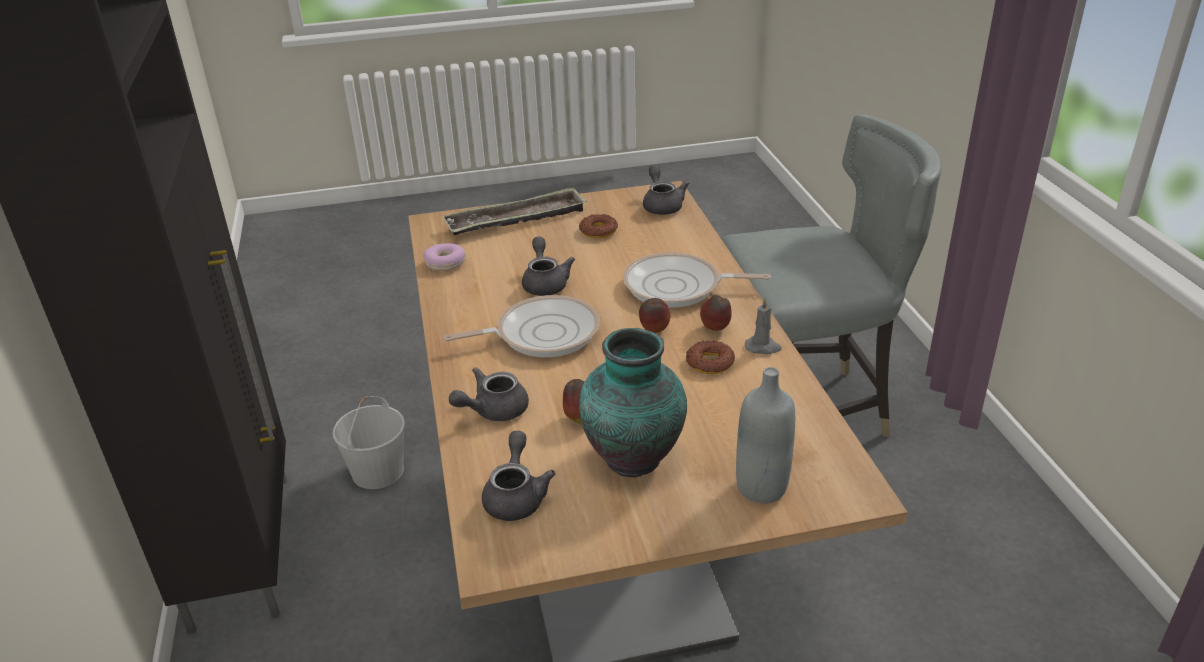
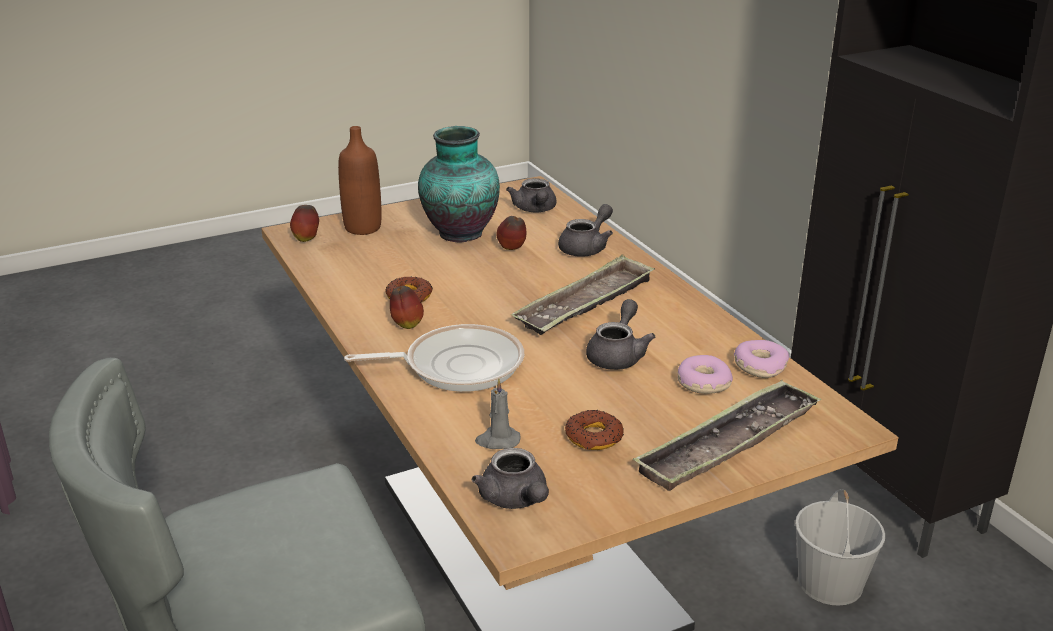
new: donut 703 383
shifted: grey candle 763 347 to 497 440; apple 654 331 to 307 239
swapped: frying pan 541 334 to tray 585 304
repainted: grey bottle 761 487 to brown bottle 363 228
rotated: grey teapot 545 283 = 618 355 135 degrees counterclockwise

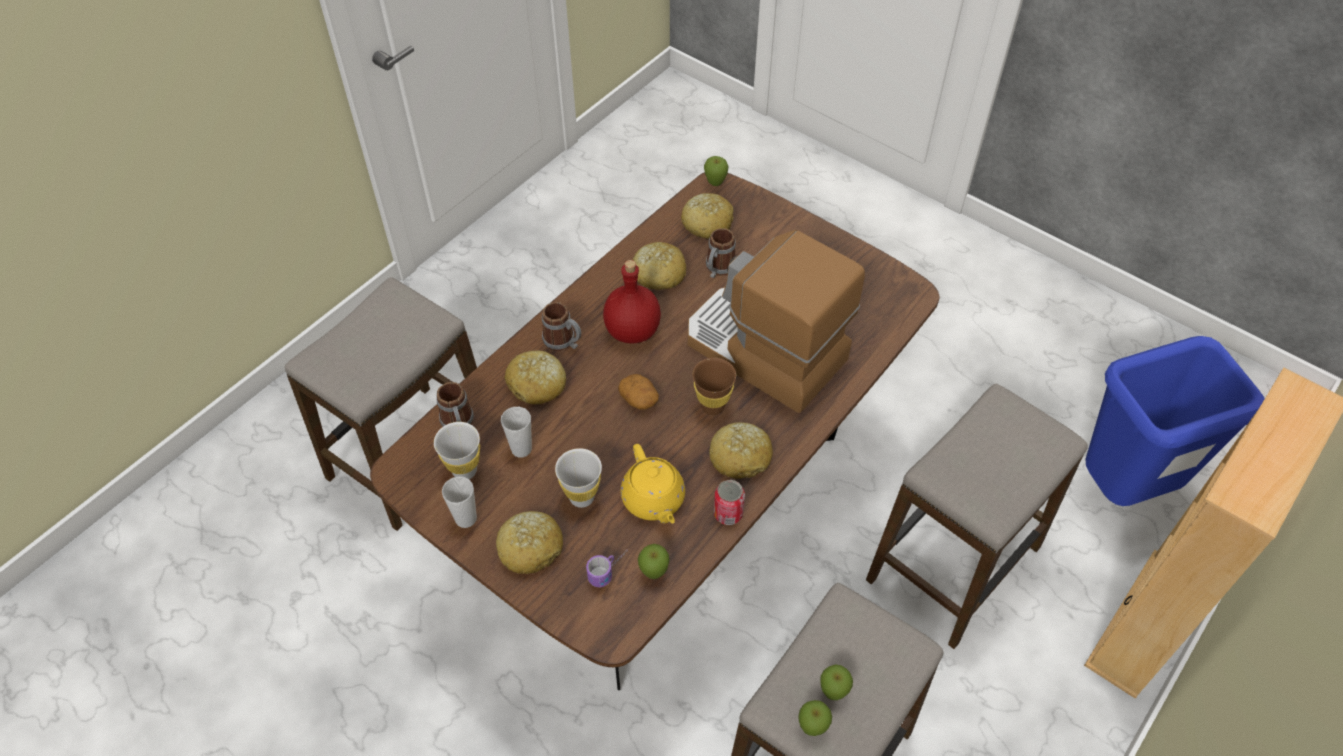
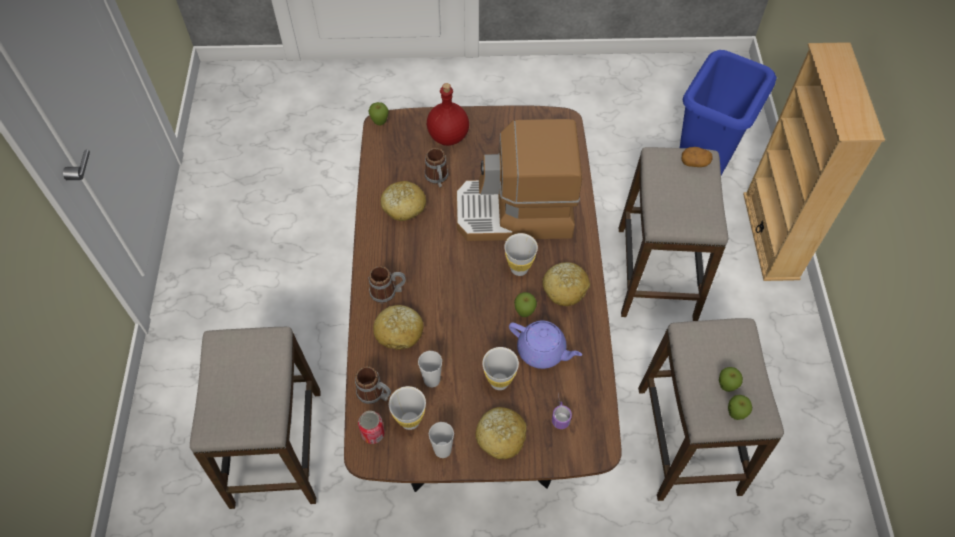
gone: bread 707 223
shifted: red bottle 633 331 to 449 136; potato 639 399 to 695 162; can 728 513 to 373 433; apple 654 573 to 524 313
repainted: brown cup 712 406 to white cup 519 268; yellow teapot 653 500 to purple teapot 542 351

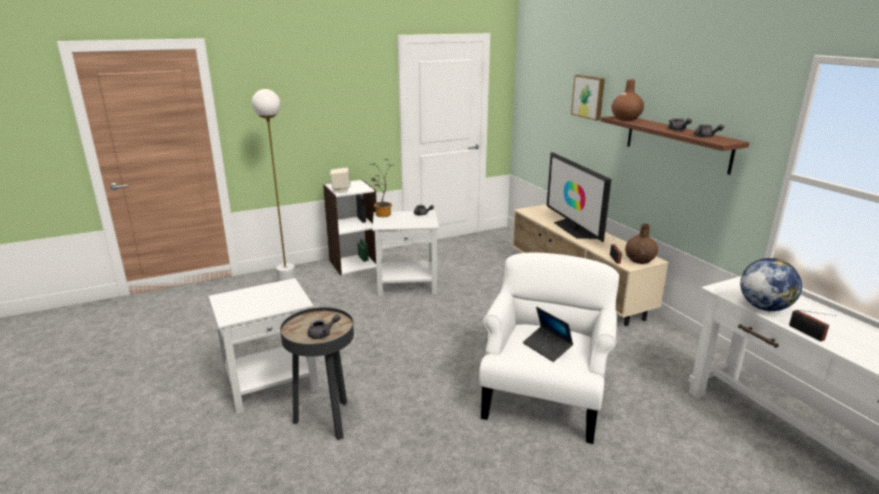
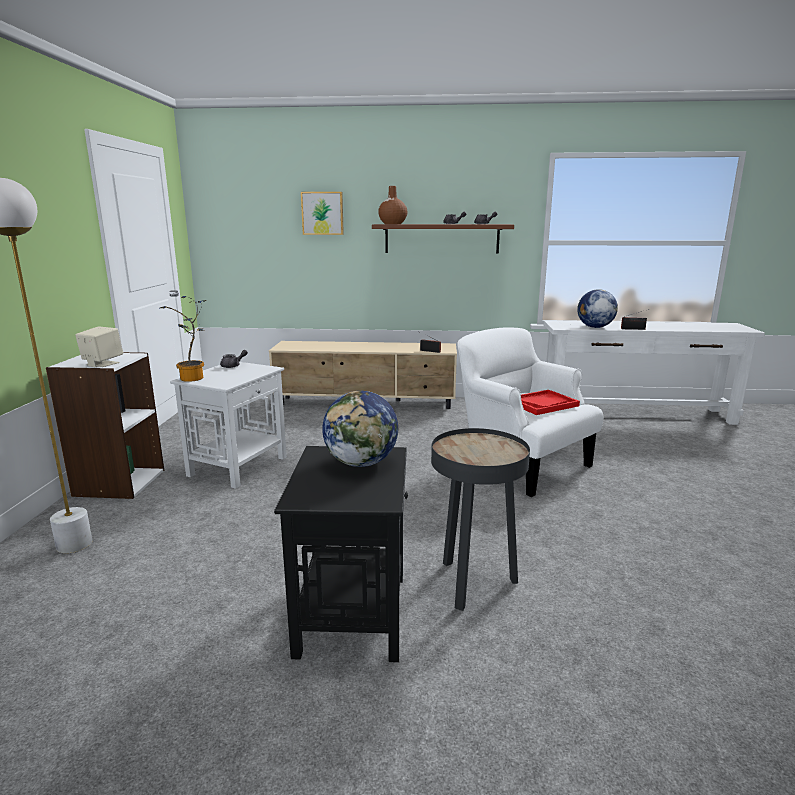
gone: television 573 229; brown vase 640 260; grey teapot 323 334
new: globe 361 463
swapped: laptop 547 348 to red tray 542 404
repainted: white side table 273 384 to black side table 352 612

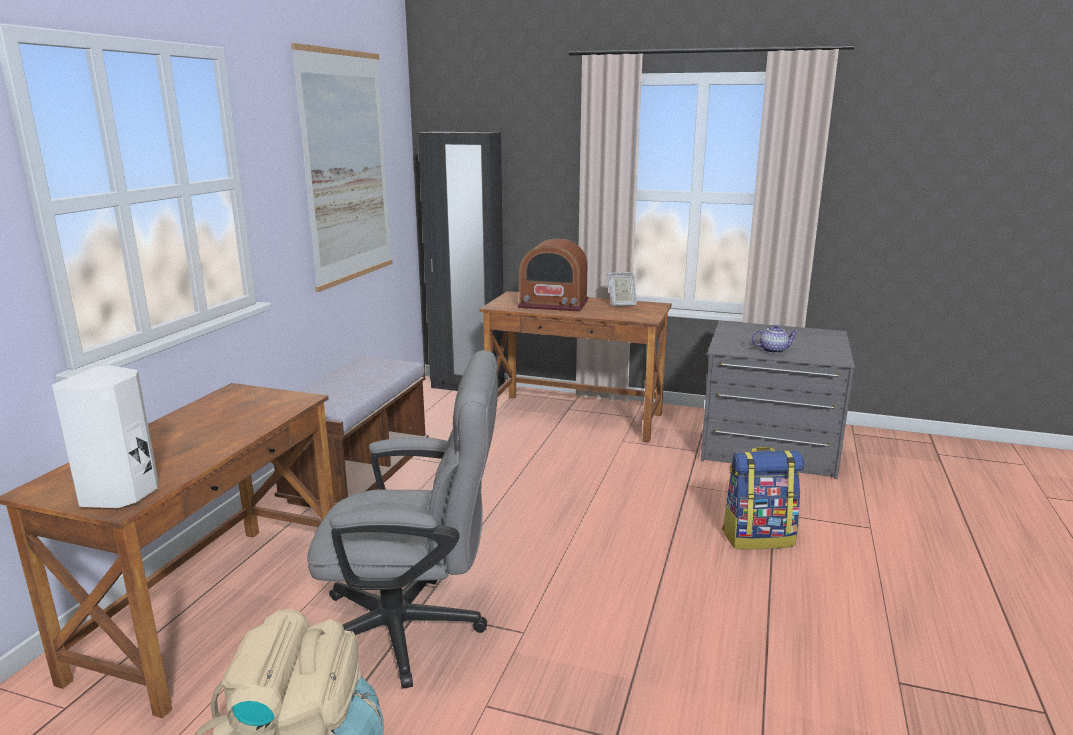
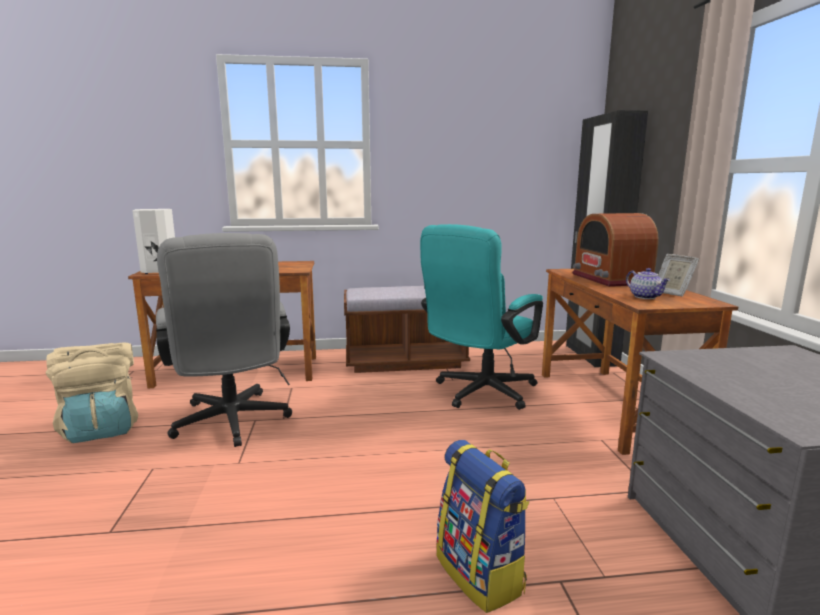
gone: picture 347 168
new: turquoise office chair 479 393
shifted: teapot 773 350 to 645 297

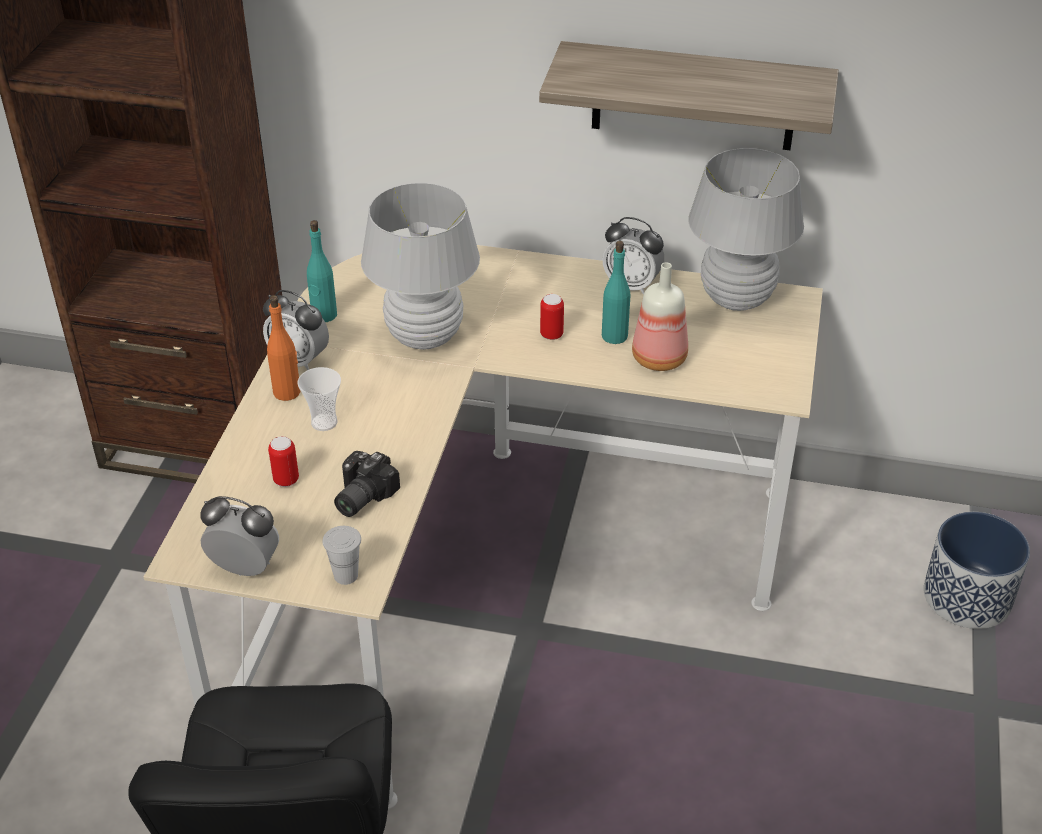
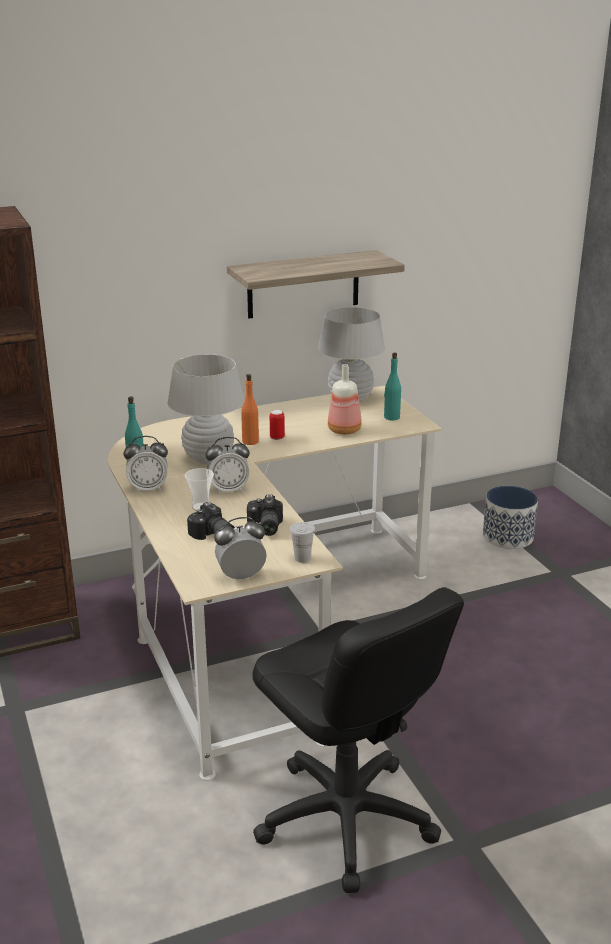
shifted: alarm clock 631 285 to 228 490; turquoise bottle 614 336 to 391 417; orange bottle 287 392 to 250 441
swapped: can 286 480 to photo camera 212 535

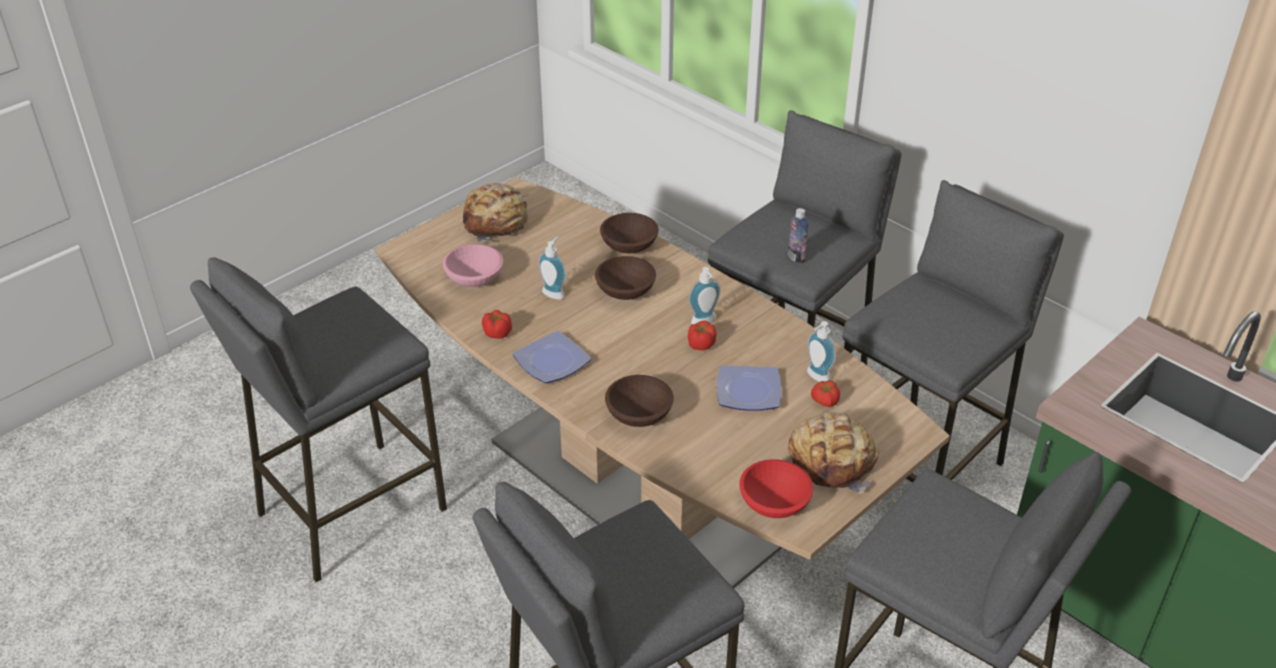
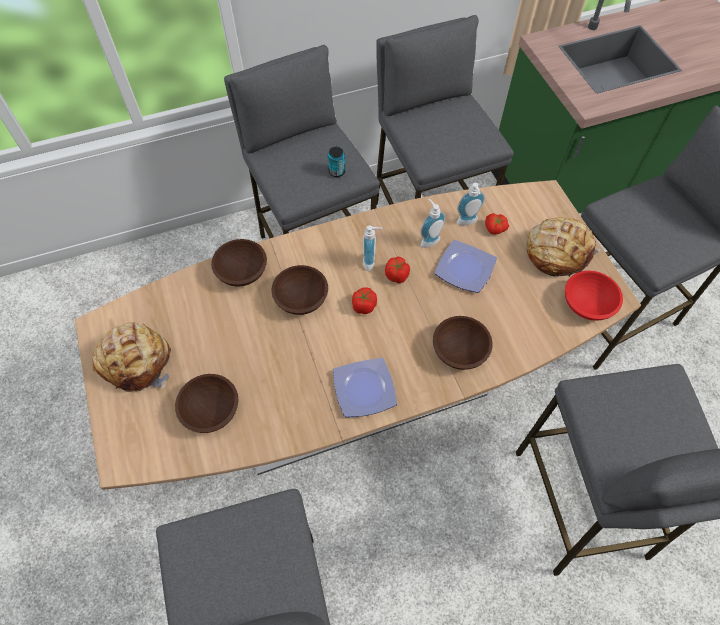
shifted: soap dispenser 555 292 to 428 240; tomato 497 333 to 364 306
swapped: bottle 796 257 to can 337 172
repainted: pink bowl 475 278 to brown bowl 211 409

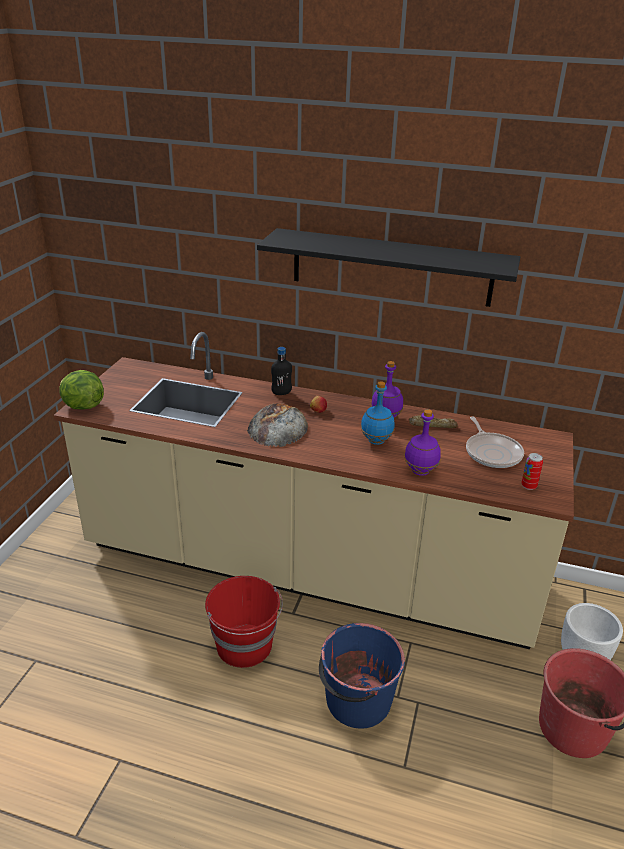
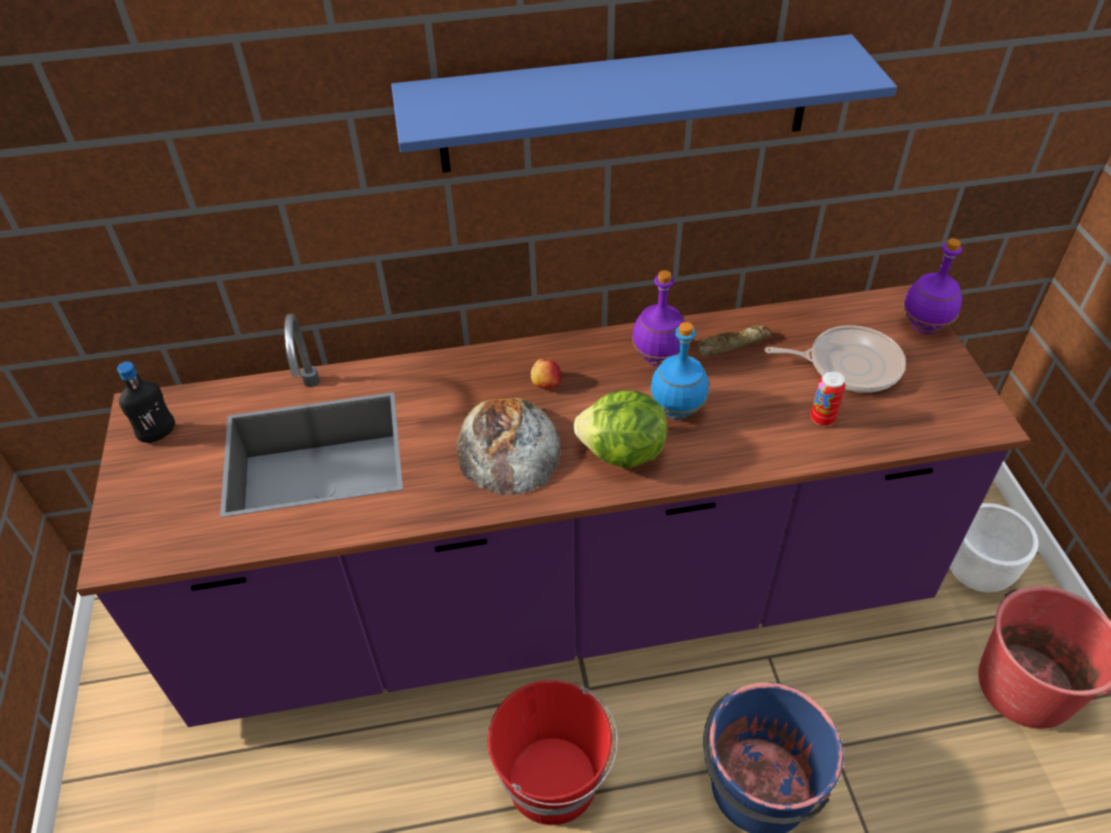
shifted: black bottle 281 393 to 158 434; lettuce 82 406 to 622 454; purple bottle 420 471 to 923 327; can 528 486 to 822 419
repainted: black shelf 391 267 to blue shelf 626 105; beige counter 308 569 to purple counter 561 601
rotated: frying pan 492 452 = 849 365 45 degrees counterclockwise

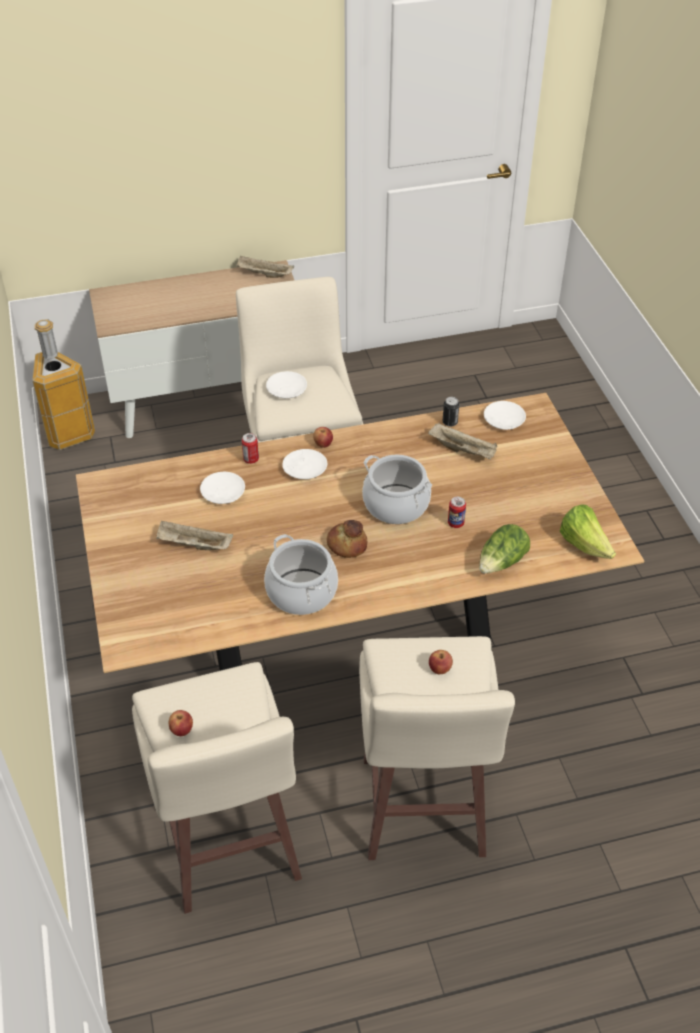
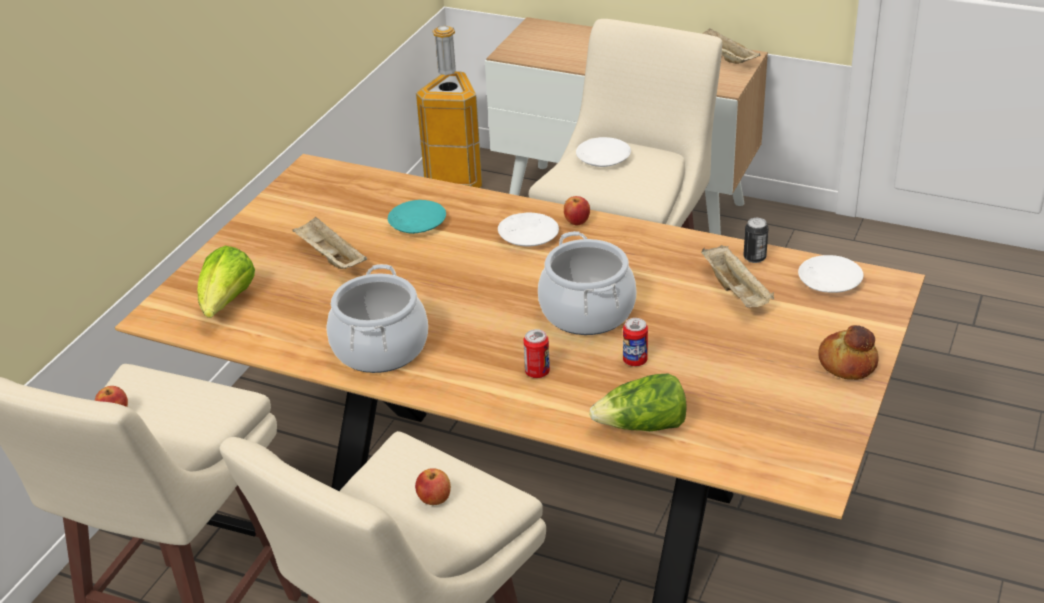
shifted: can 251 459 to 537 372; lettuce 584 545 to 227 304; bread 346 545 to 846 363
repainted: white plate 223 493 to turquoise plate 417 224

